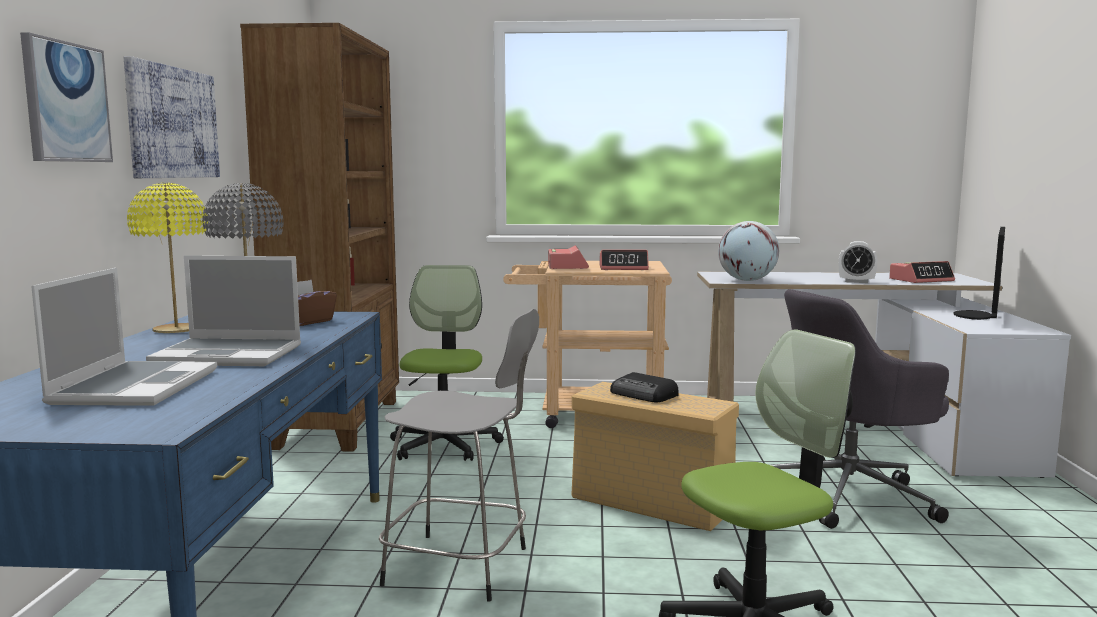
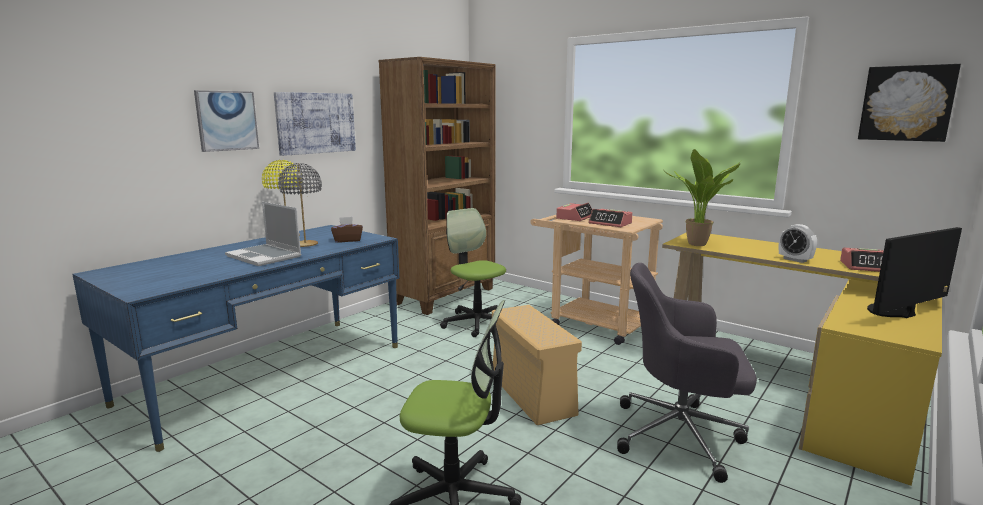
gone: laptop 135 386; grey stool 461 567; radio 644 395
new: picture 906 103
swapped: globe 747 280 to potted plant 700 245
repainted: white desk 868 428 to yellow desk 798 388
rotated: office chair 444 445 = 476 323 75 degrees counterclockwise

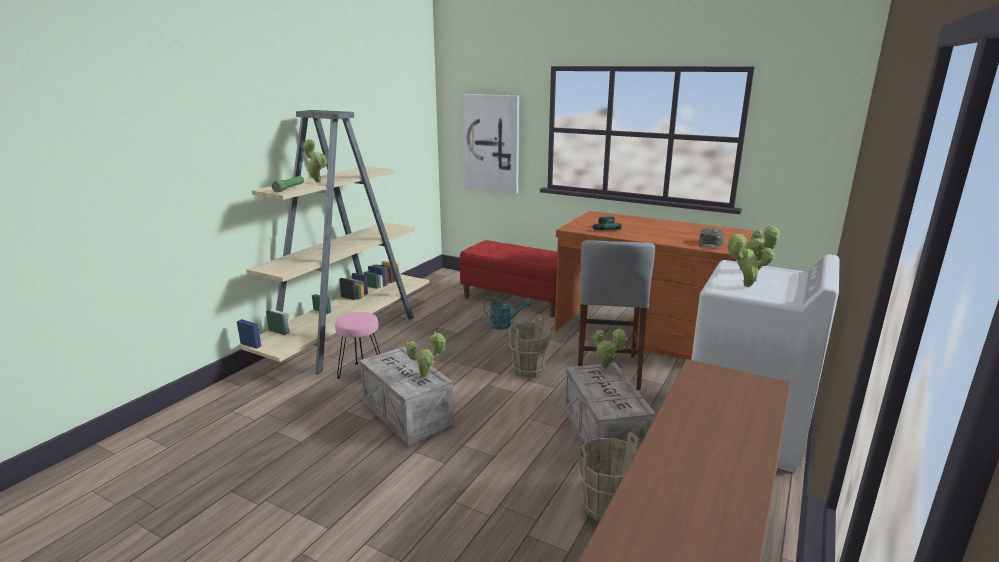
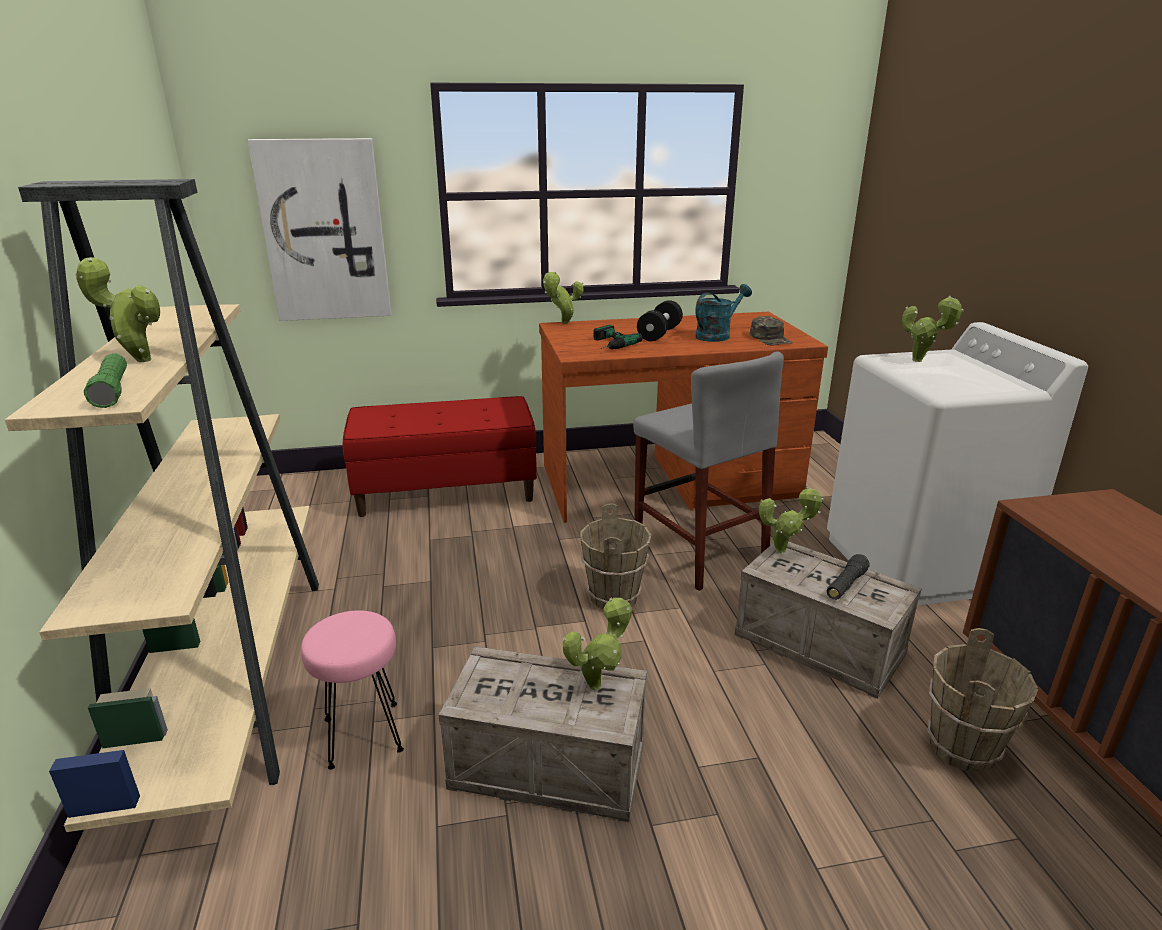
new: black dumbbell 659 334; black flashlight 846 585
shifted: potted plant 744 286 to 562 323; turquoise watering can 504 325 to 717 335

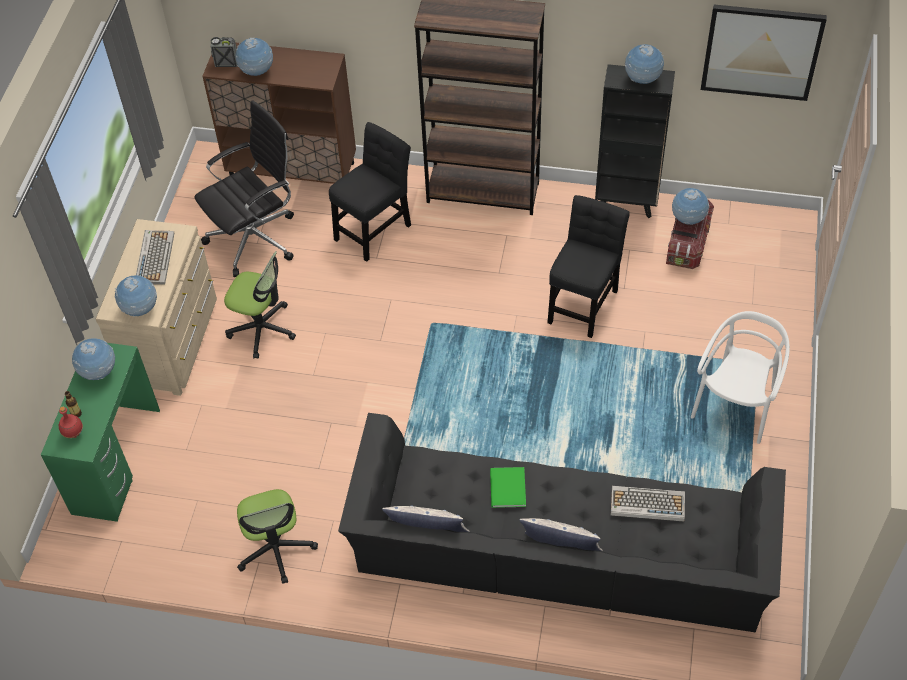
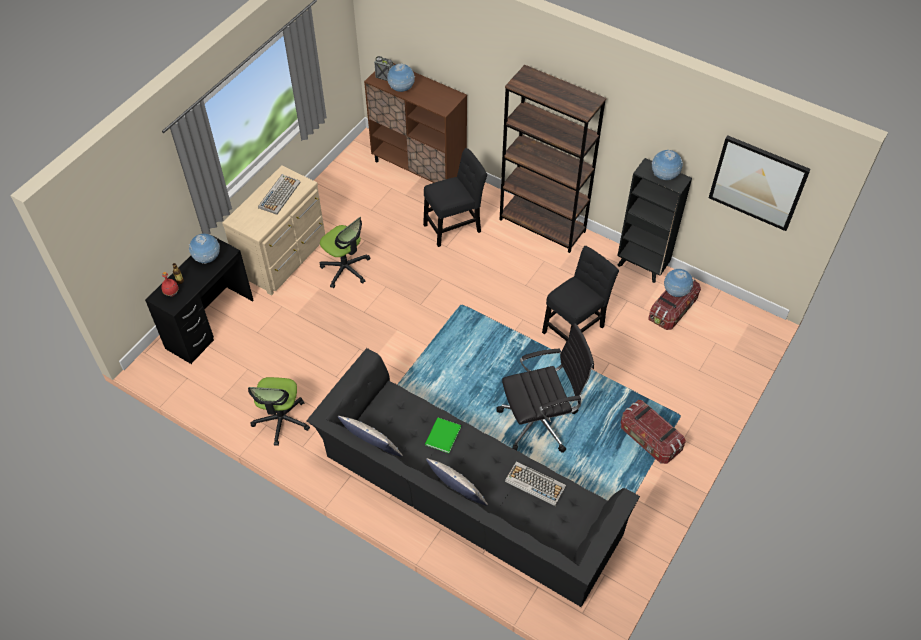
gone: globe 140 309
shifted: black office chair 256 238 to 540 421
swapped: white chair 736 405 to storage box 649 439
repainted: green desk 116 461 to black desk 209 324

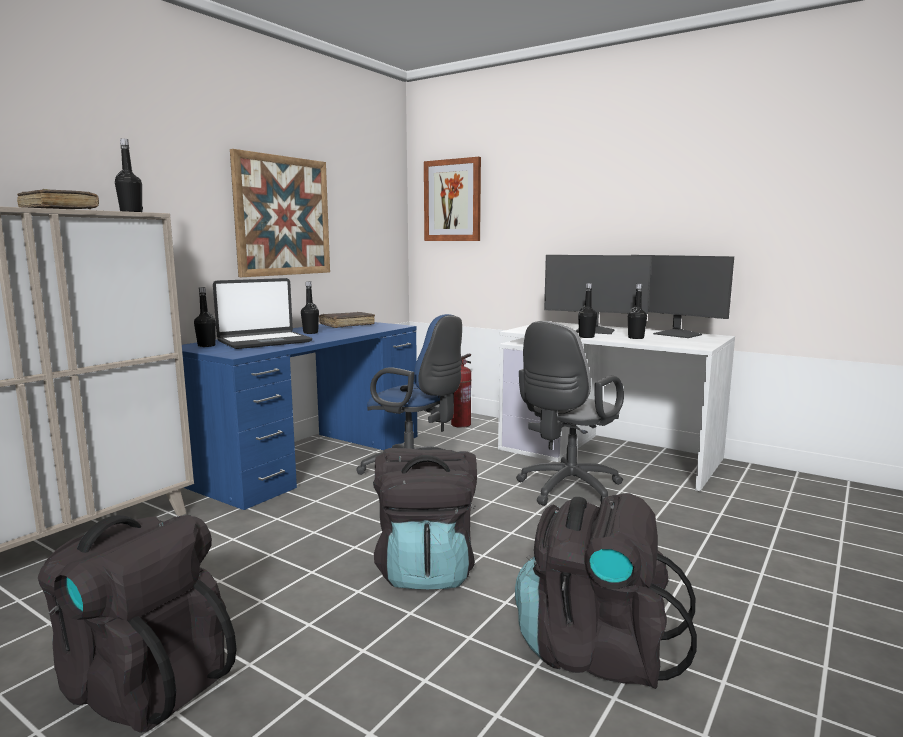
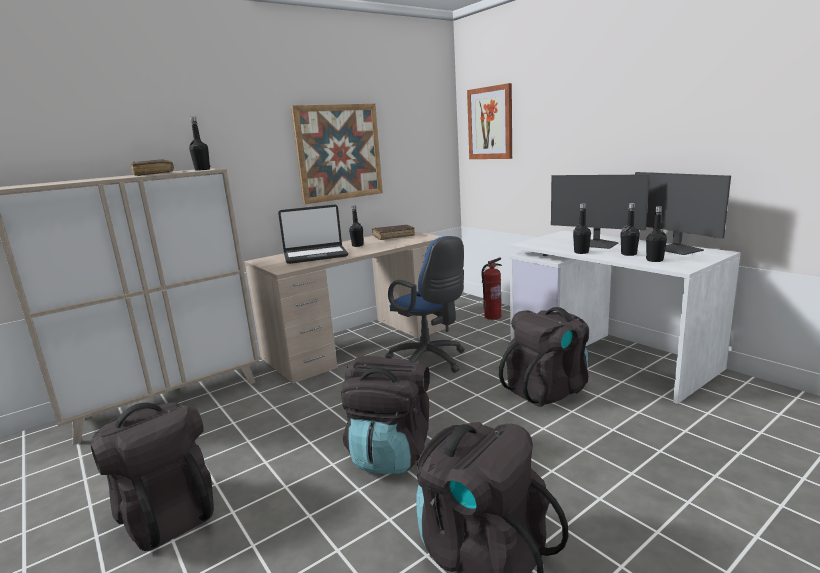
shifted: black bottle 206 345 to 654 260
swapped: grey office chair 566 490 to black backpack 547 389
repainted: blue desk 310 458 to beige desk 360 341

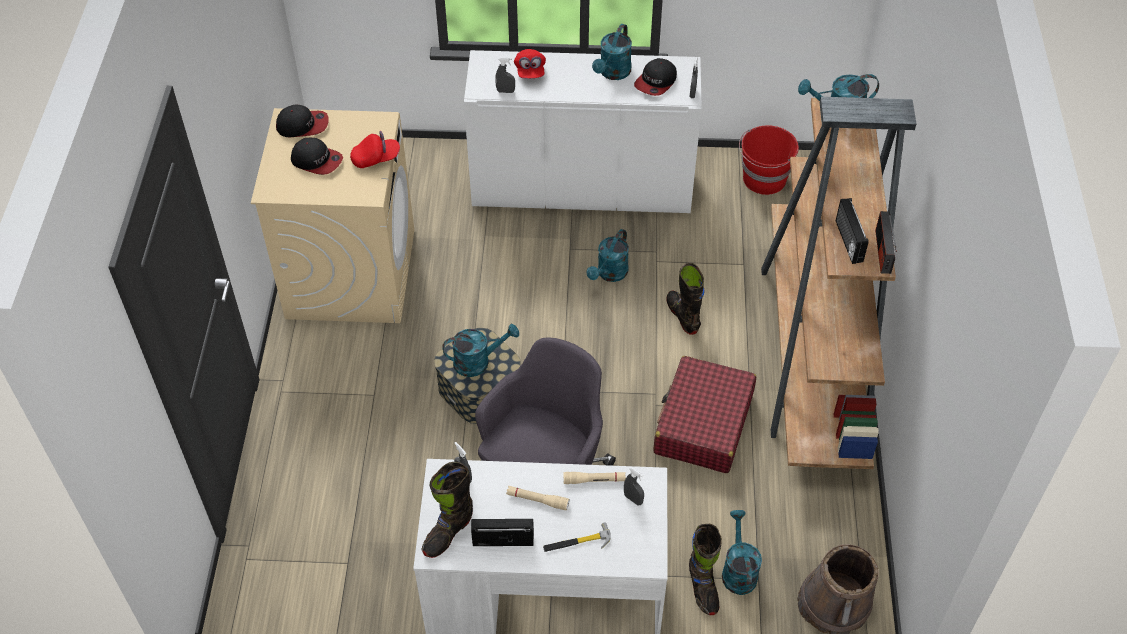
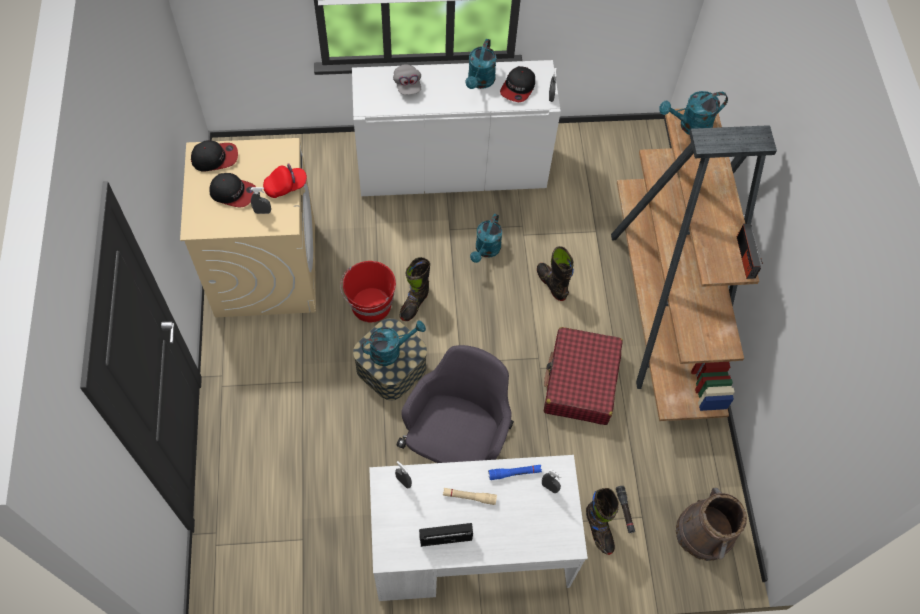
gone: radio 847 241; hammer 577 543
shifted: grey spray bottle 505 91 to 262 211; red bucket 764 179 to 370 305; black boot 448 532 to 414 304
swapped: turquoise watering can 738 570 to black flashlight 625 510
repainted: red cap 530 71 to grey cap 407 85; beige flashlight 594 480 to blue flashlight 514 473

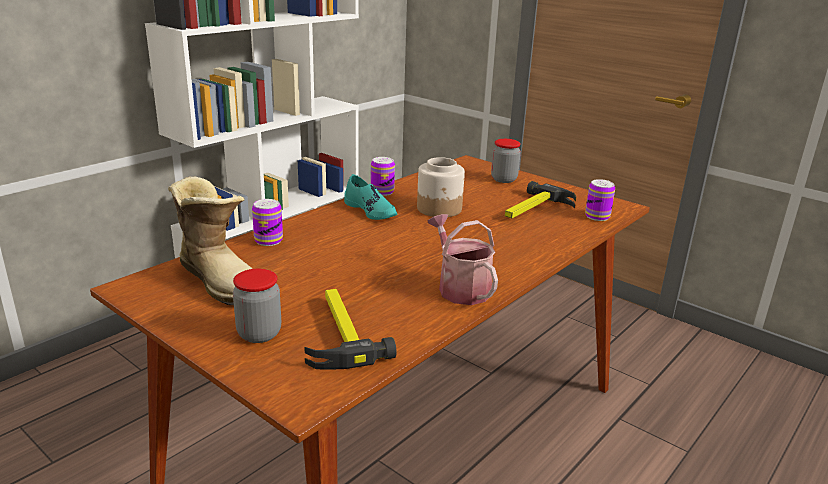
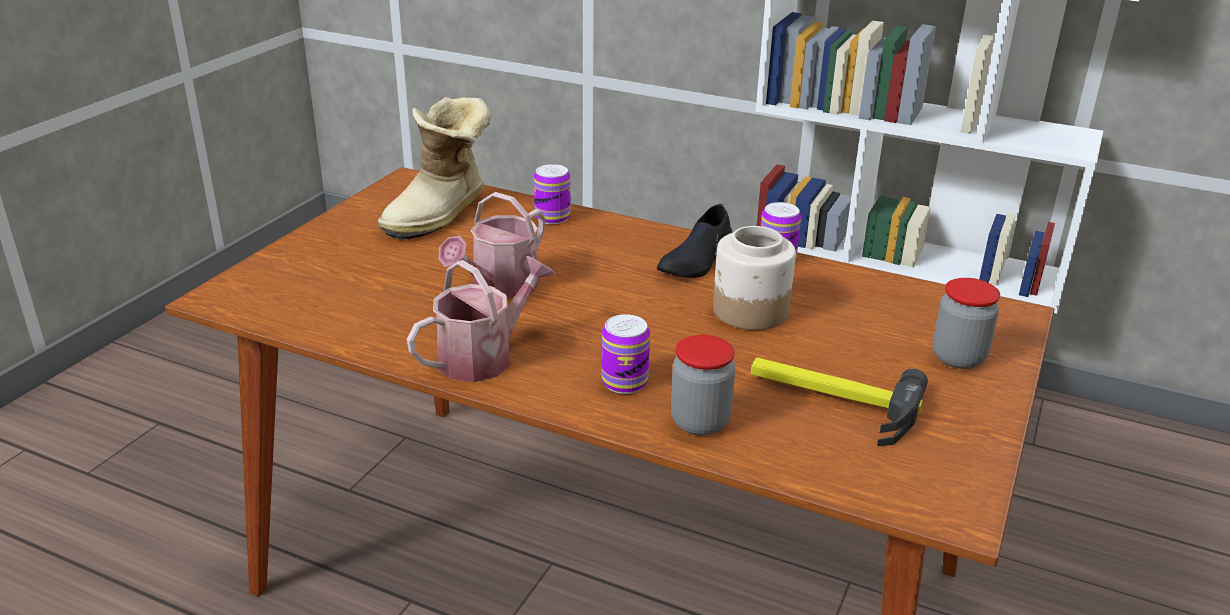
gone: hammer 338 333
new: watering can 499 287
shifted: can 597 216 to 624 382; jar 259 334 to 700 422
repainted: turquoise shoe 371 210 to black shoe 696 261

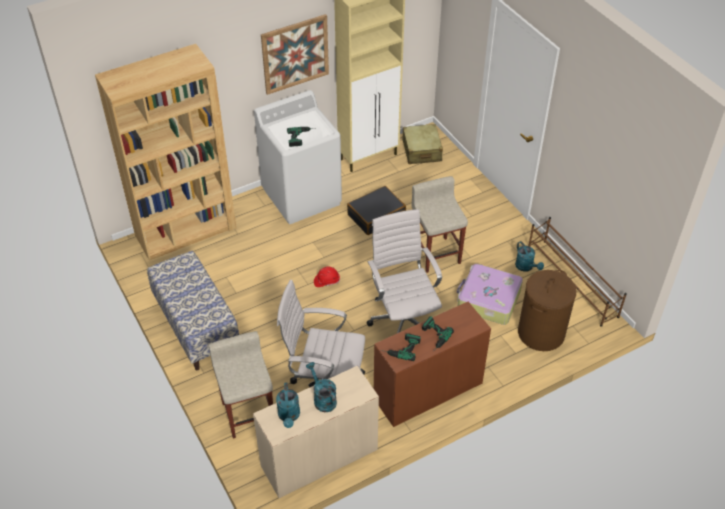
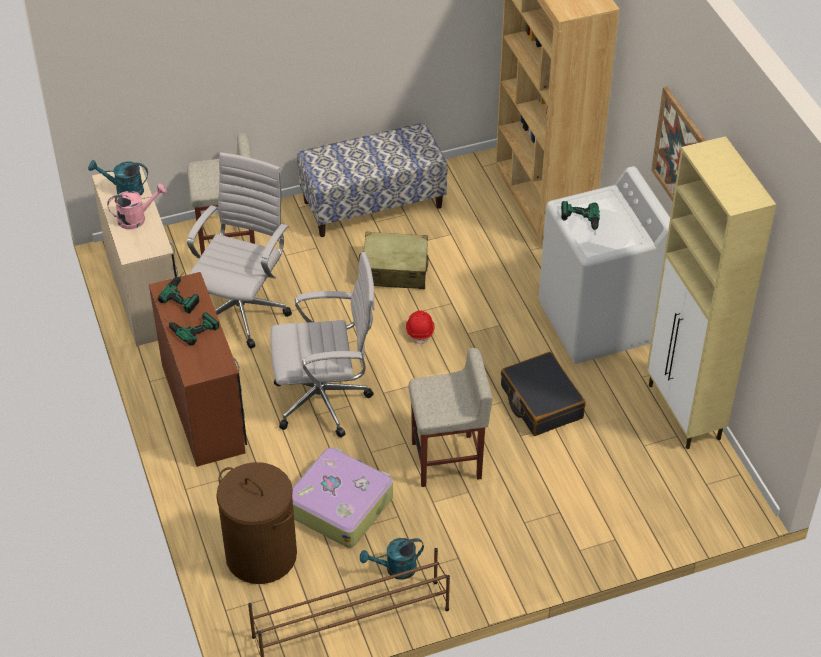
shifted: beige suitcase 421 150 to 394 270
repainted: turquoise watering can 322 398 to pink watering can 137 218

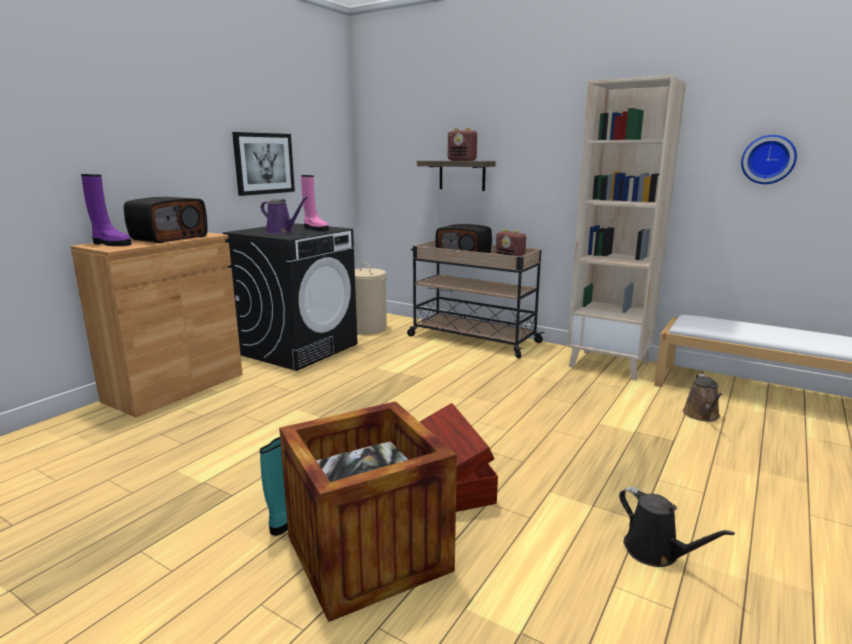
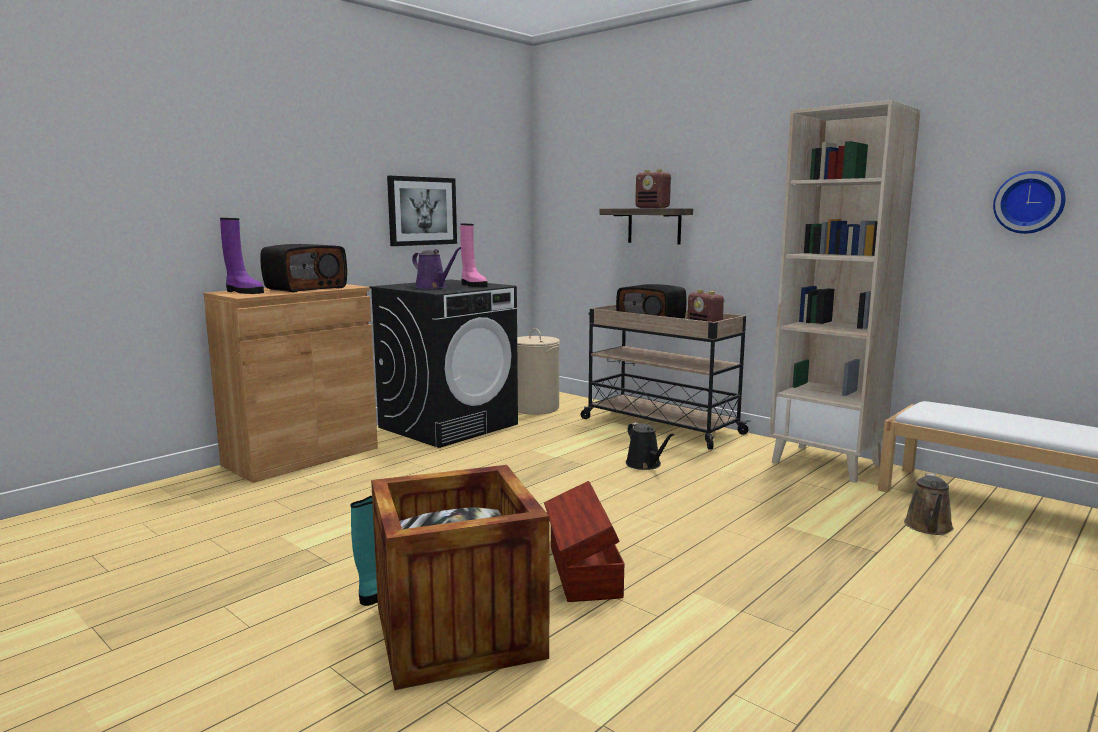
shifted: black watering can 655 552 to 645 465

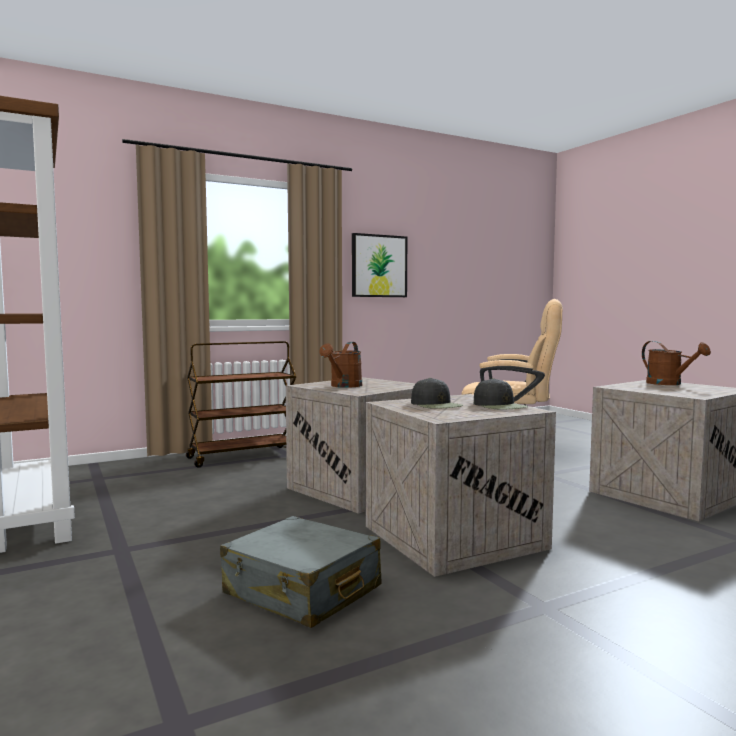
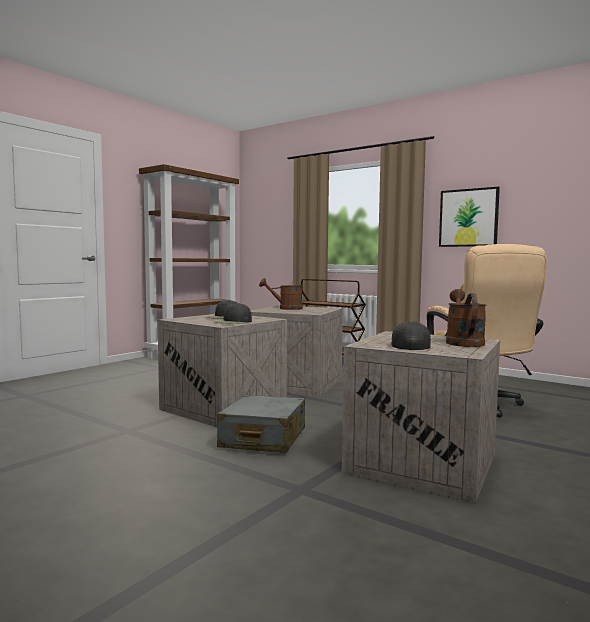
new: black cap 410 345
shifted: grey suitcase 302 591 to 263 438
rotated: brown watering can 669 384 = 463 342 150 degrees clockwise

